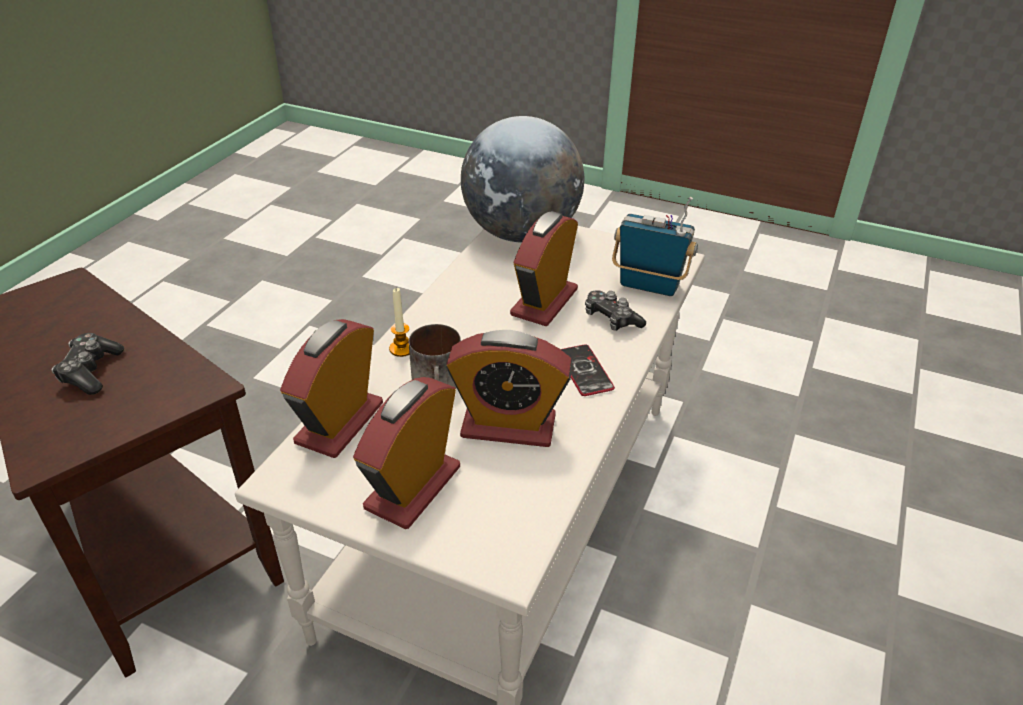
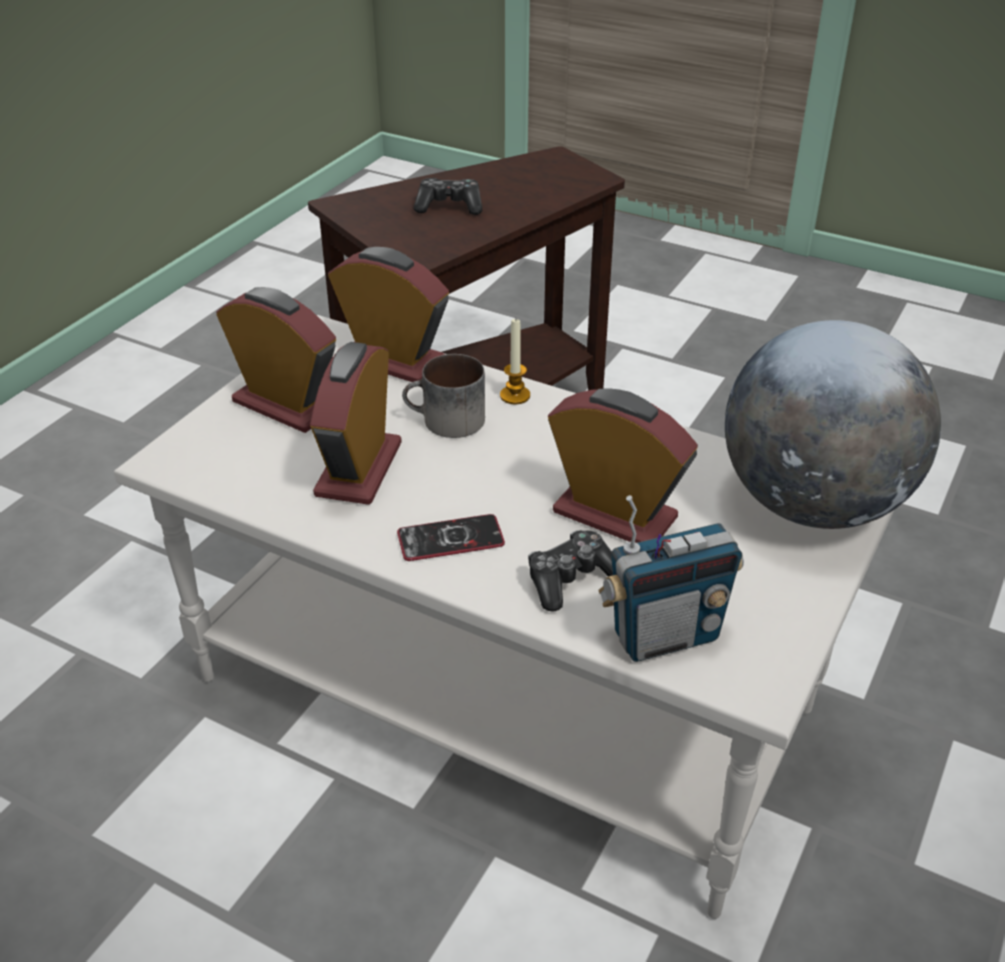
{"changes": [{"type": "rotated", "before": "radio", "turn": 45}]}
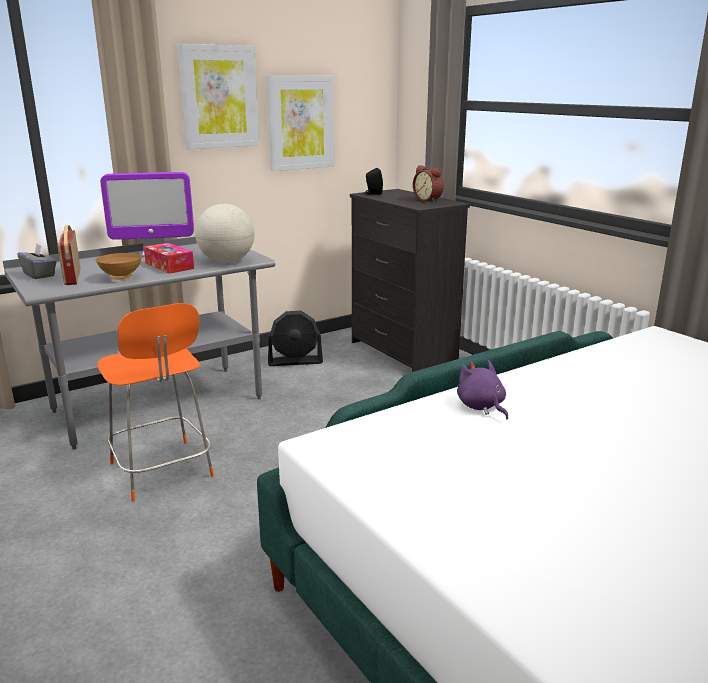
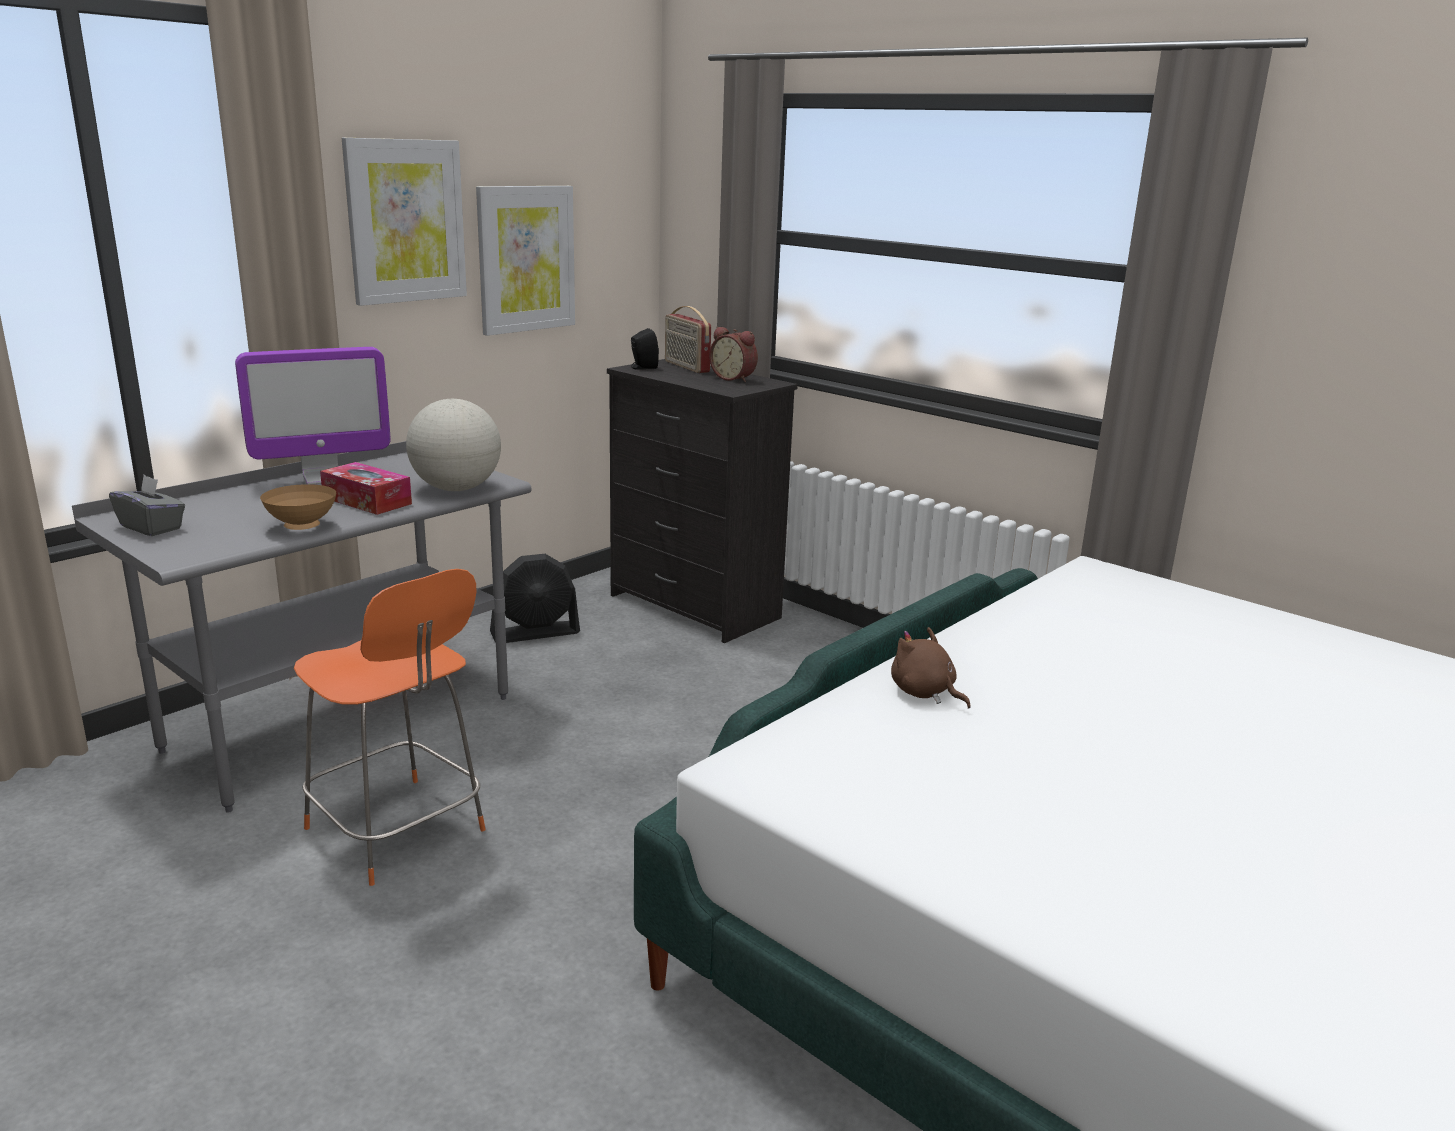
{"changes": [{"type": "shifted", "before": "radio"}, {"type": "repainted", "before": "peluche/morado", "after": "peluche/marrón"}]}
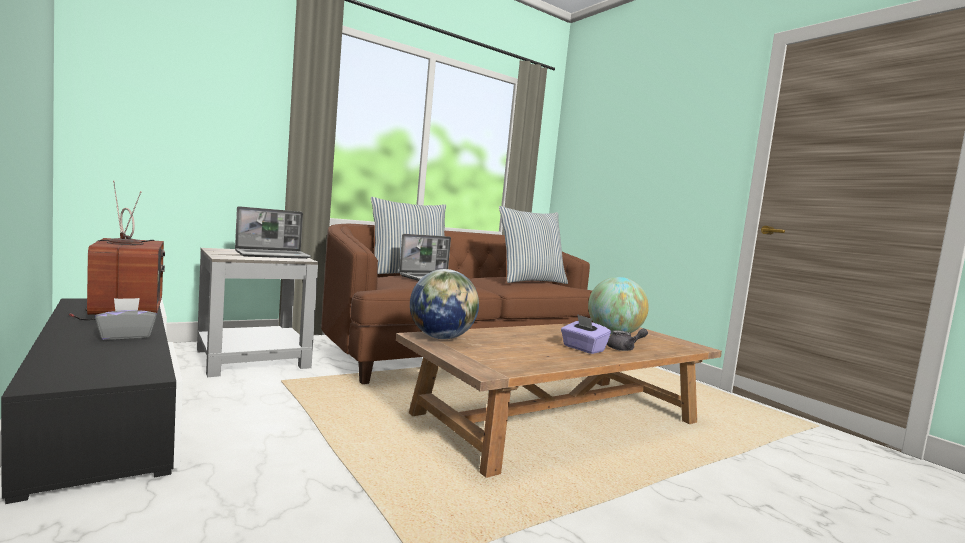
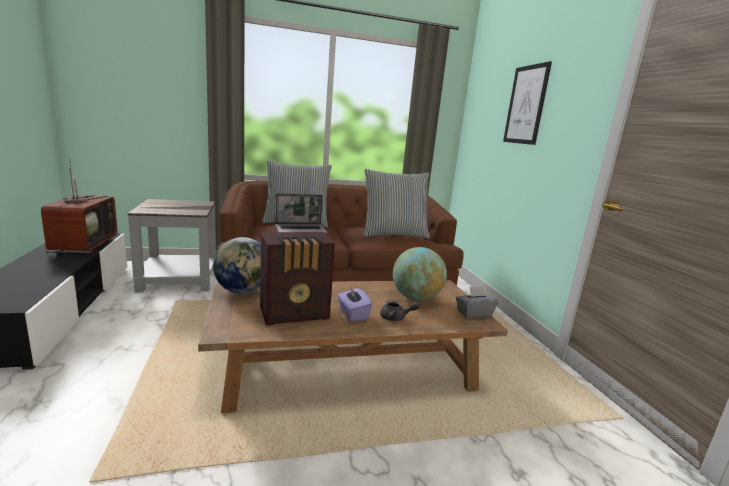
{"changes": [{"type": "new", "after": "radio"}, {"type": "shifted", "before": "caja de pañuelos/gris"}, {"type": "new", "after": "cuadro"}, {"type": "gone", "before": "portátil (no. 1 from left)"}]}
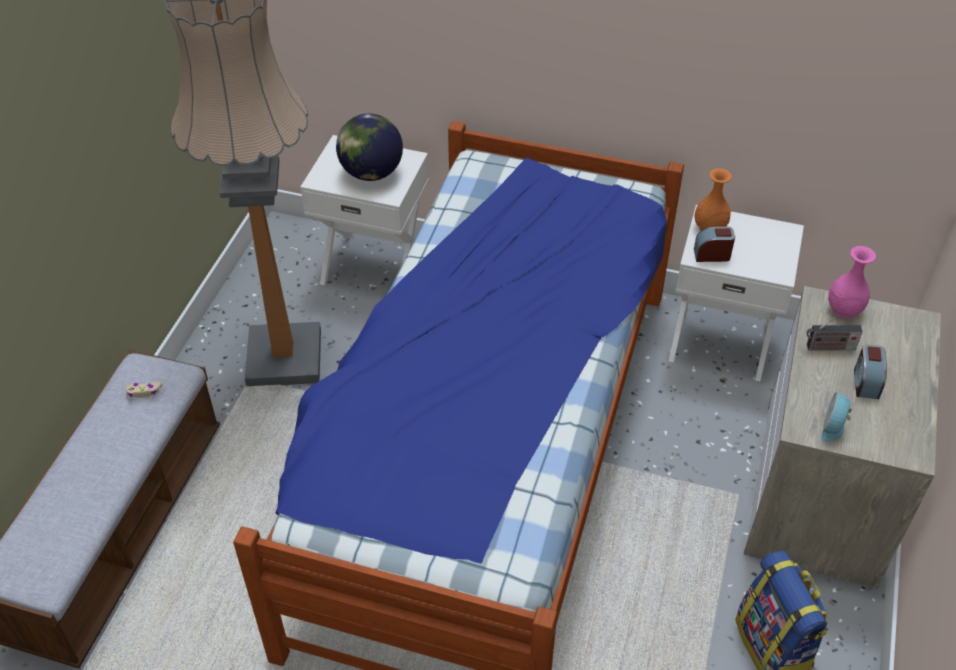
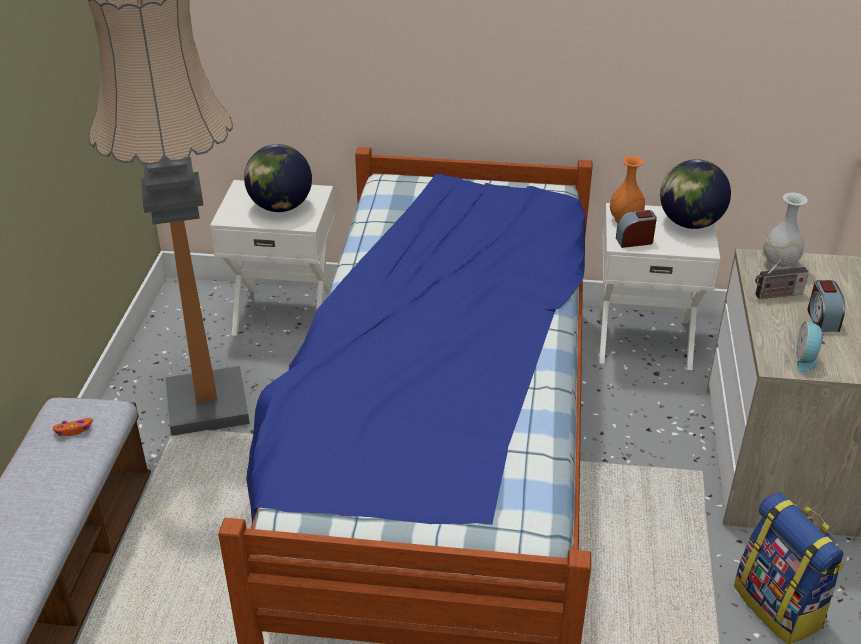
{"changes": [{"type": "repainted", "before": "mando de consola/beis", "after": "mando de consola/naranja"}, {"type": "new", "after": "globo terráqueo (no. 2 from left)"}, {"type": "repainted", "before": "florero/rosa", "after": "florero/blanco"}]}
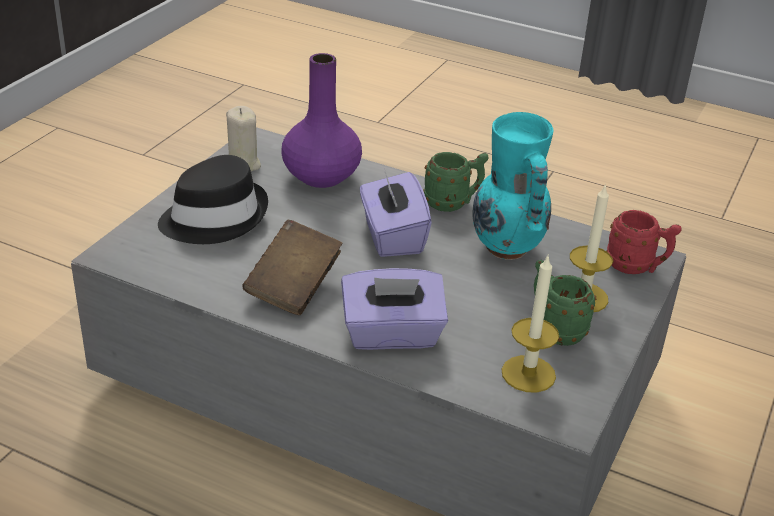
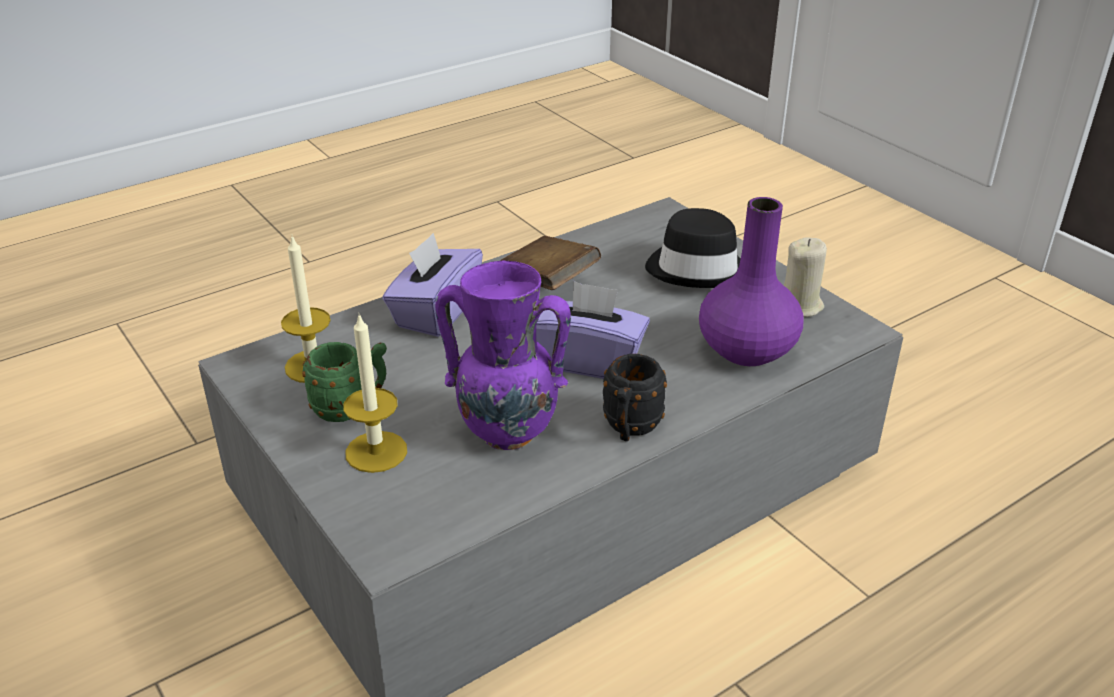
{"changes": [{"type": "repainted", "before": "florero/turquesa", "after": "florero/morado (no. 1 from left)"}, {"type": "repainted", "before": "taza grande/verde (no. 1 from left)", "after": "taza grande/negro"}, {"type": "gone", "before": "taza grande/rojo"}]}
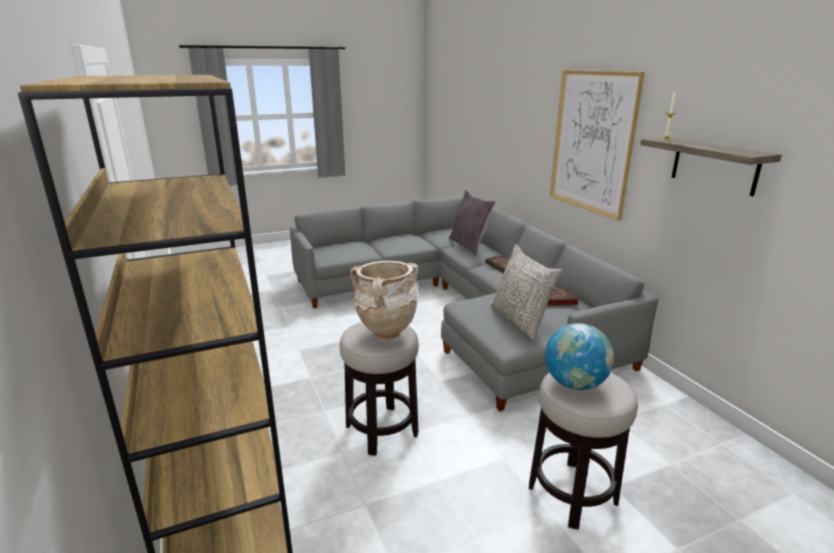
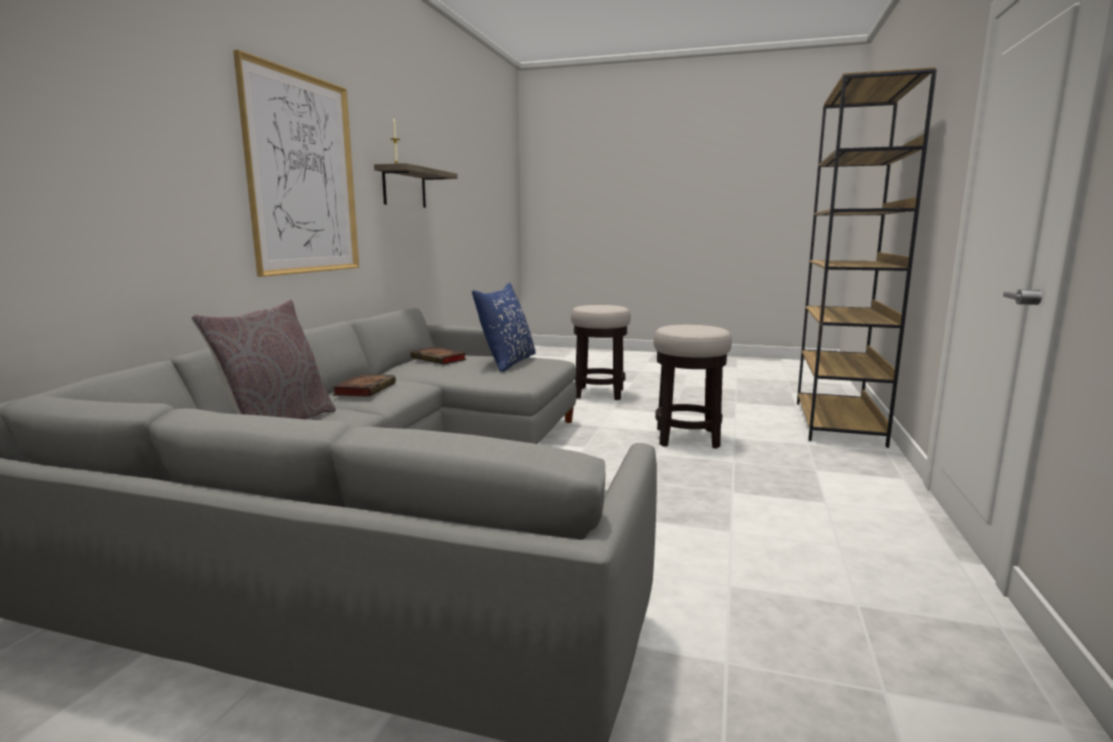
{"changes": [{"type": "repainted", "before": "cojín/gris (no. 2 from left)", "after": "cojín/azul"}, {"type": "gone", "before": "florero/beis"}, {"type": "gone", "before": "globo terráqueo"}]}
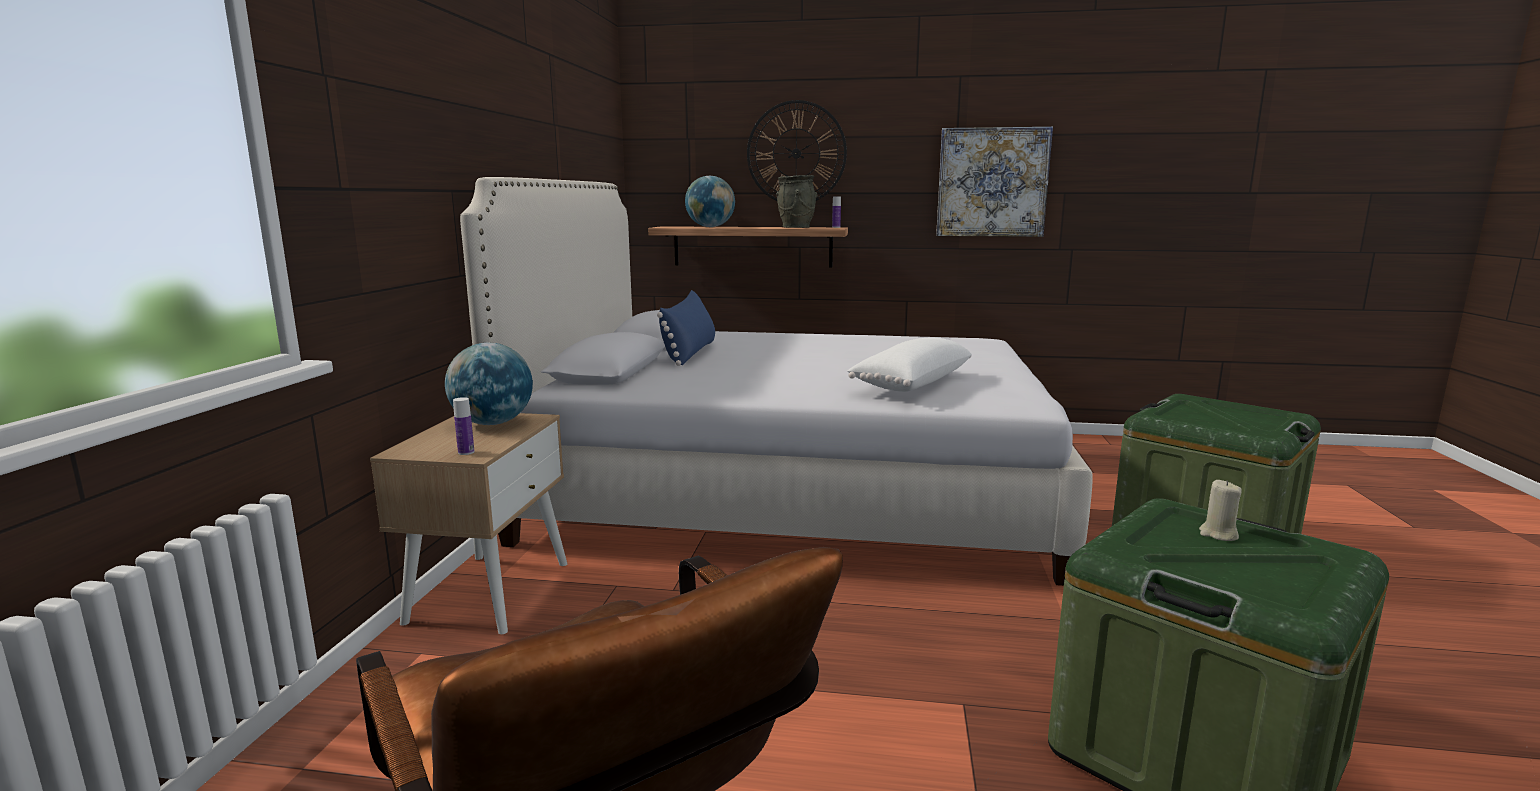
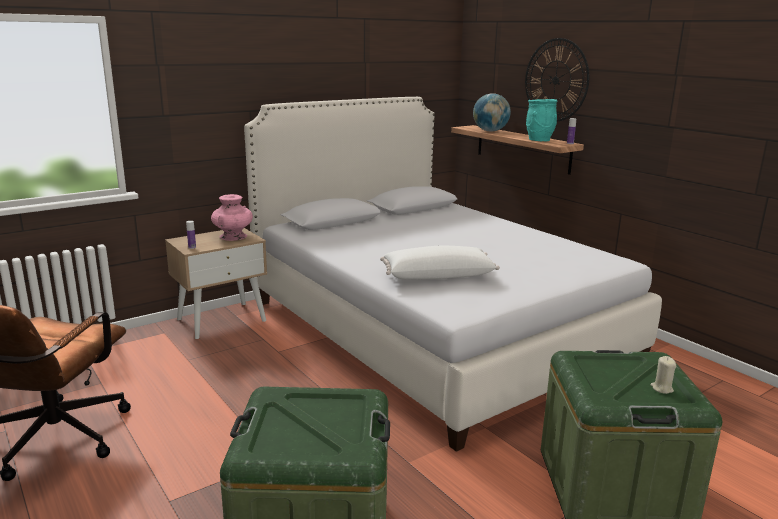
{"changes": [{"type": "swapped", "before": "globo terráqueo (no. 1 from left)", "after": "florero/rosa"}, {"type": "repainted", "before": "florero/gris", "after": "florero/turquesa"}, {"type": "shifted", "before": "vela/beis"}, {"type": "gone", "before": "cojín/azul"}, {"type": "gone", "before": "cuadro"}]}
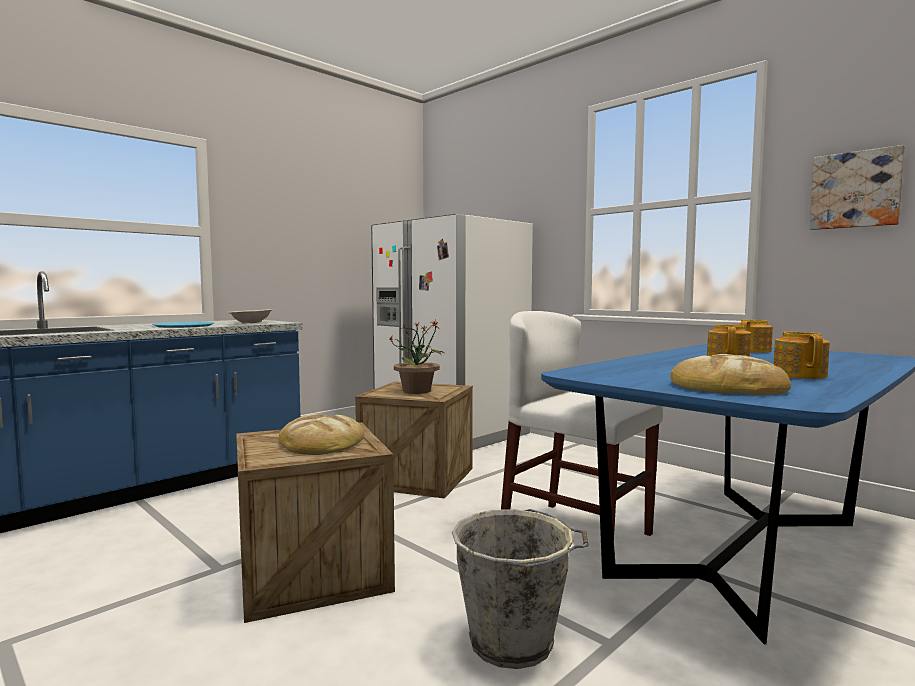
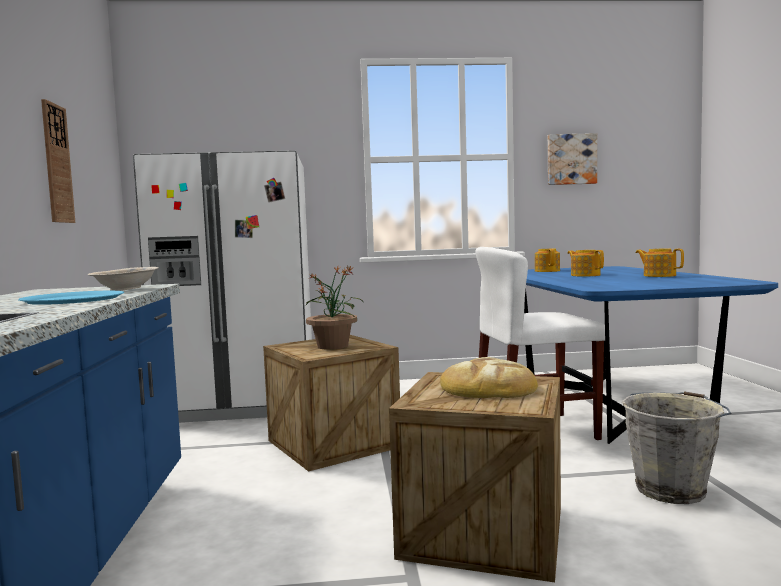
{"changes": [{"type": "new", "after": "reloj de pared"}, {"type": "gone", "before": "pan (no. 2 from left)"}]}
